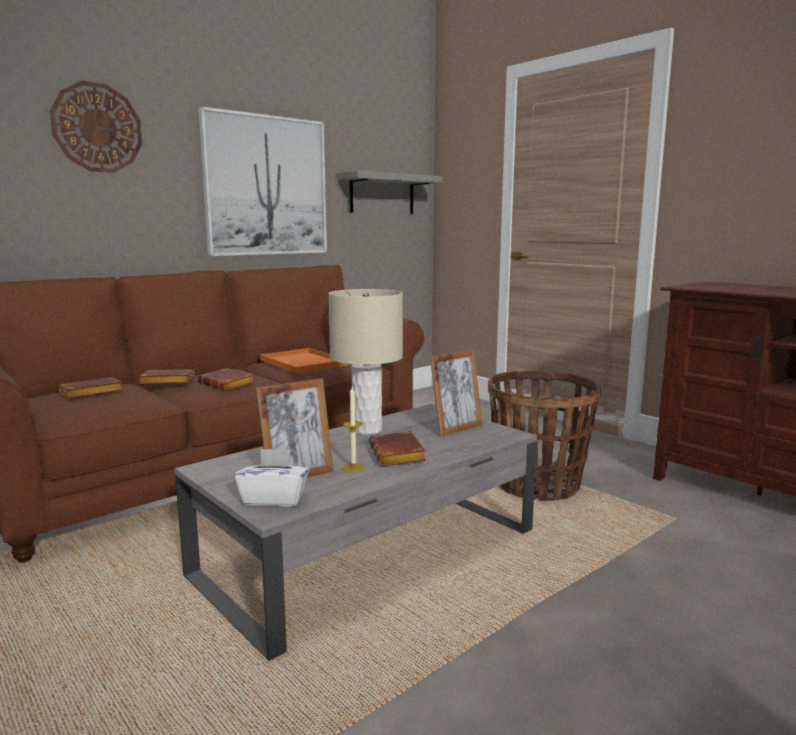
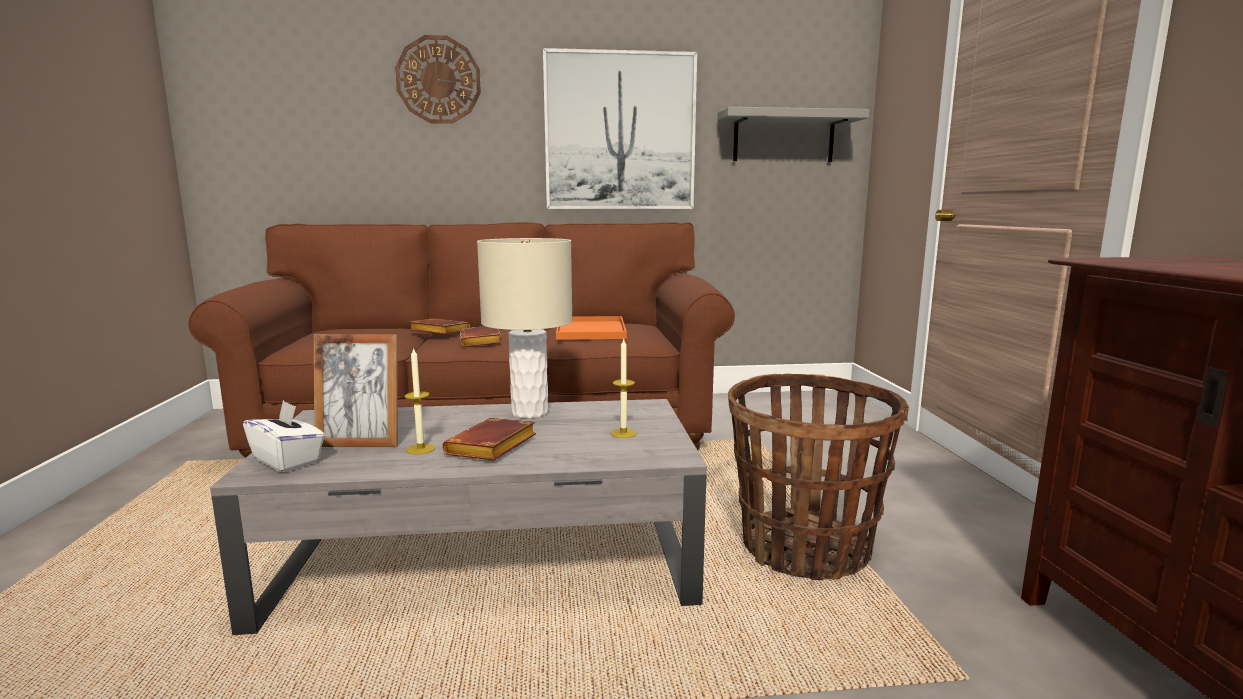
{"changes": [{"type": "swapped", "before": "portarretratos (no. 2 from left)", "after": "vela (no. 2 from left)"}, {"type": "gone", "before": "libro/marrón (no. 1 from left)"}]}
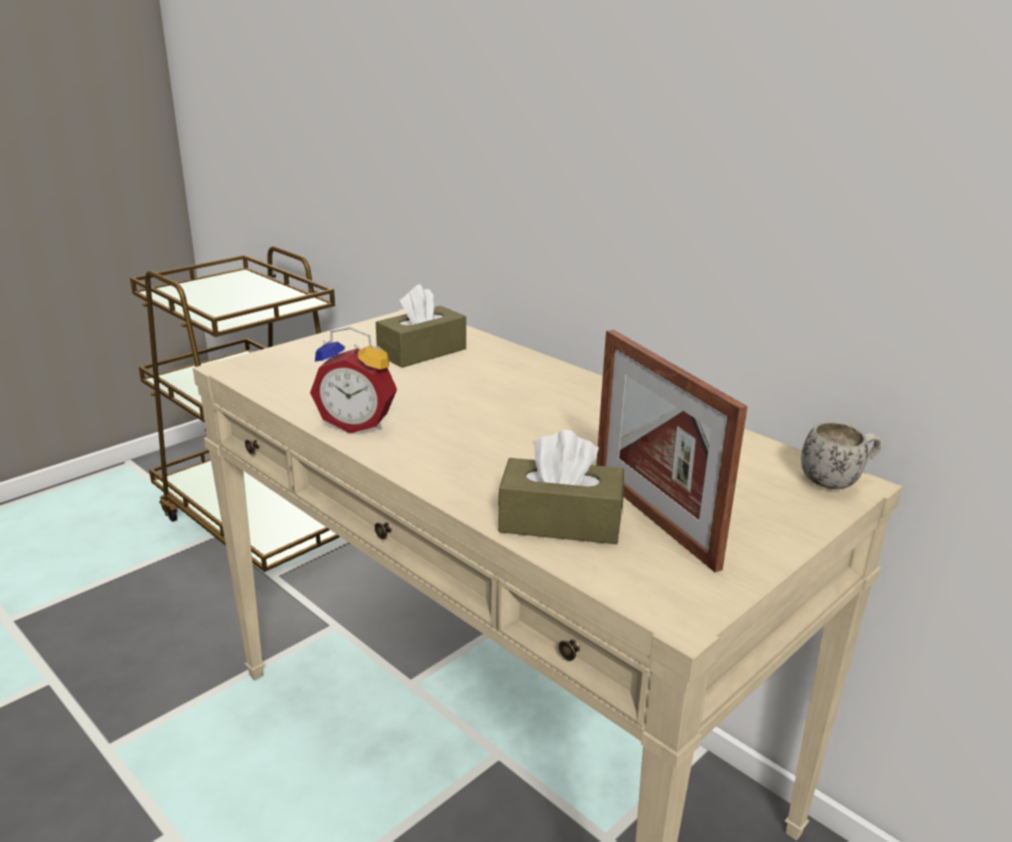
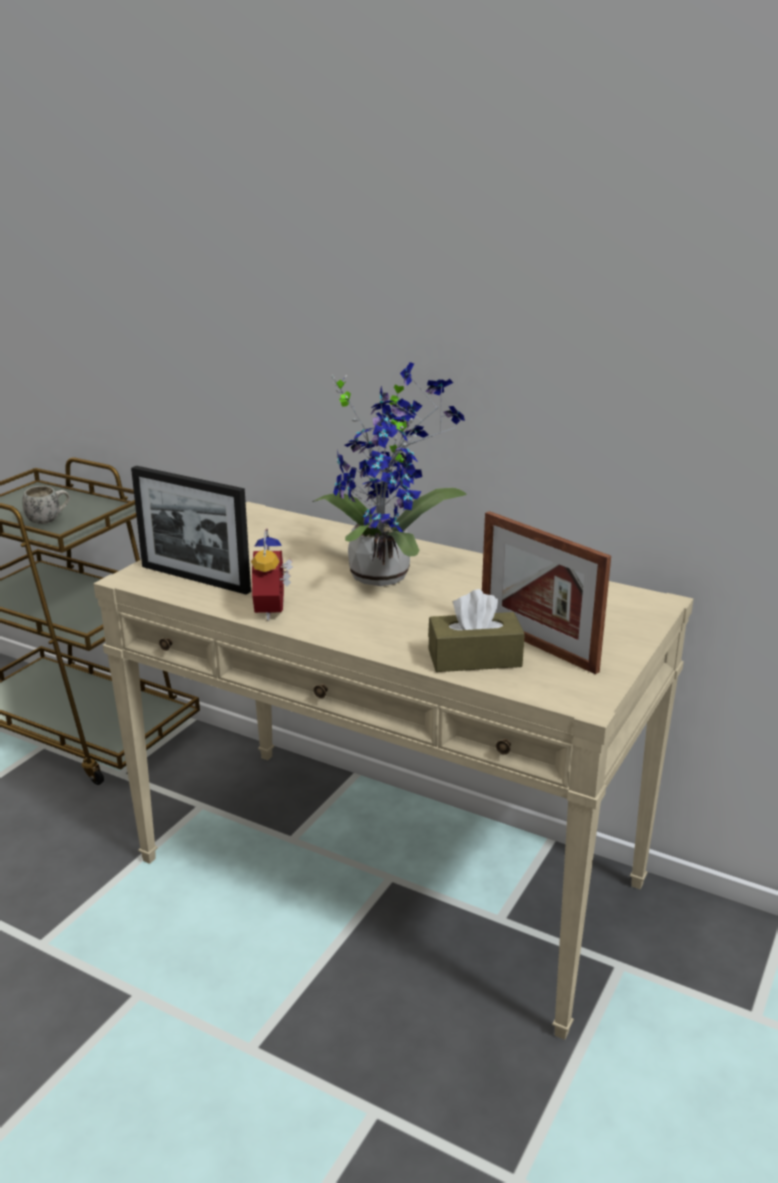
{"changes": [{"type": "shifted", "before": "taza grande/blanco"}, {"type": "new", "after": "portarretratos (no. 1 from left)"}, {"type": "rotated", "before": "despertador", "turn": 90}, {"type": "new", "after": "planta en maceta"}, {"type": "gone", "before": "caja de pañuelos/marrón (no. 1 from left)"}]}
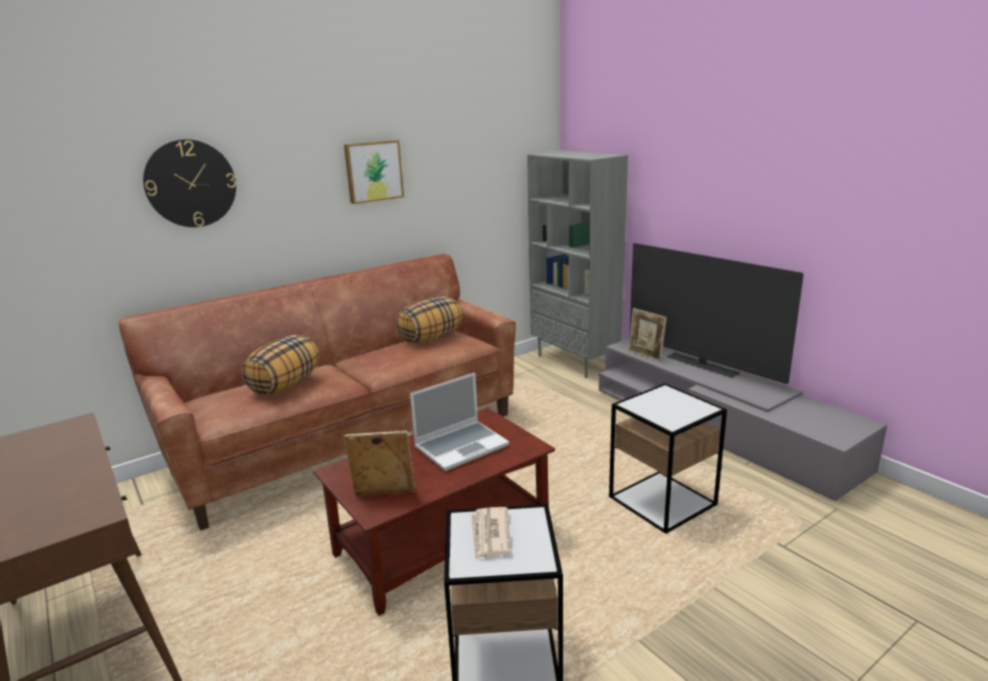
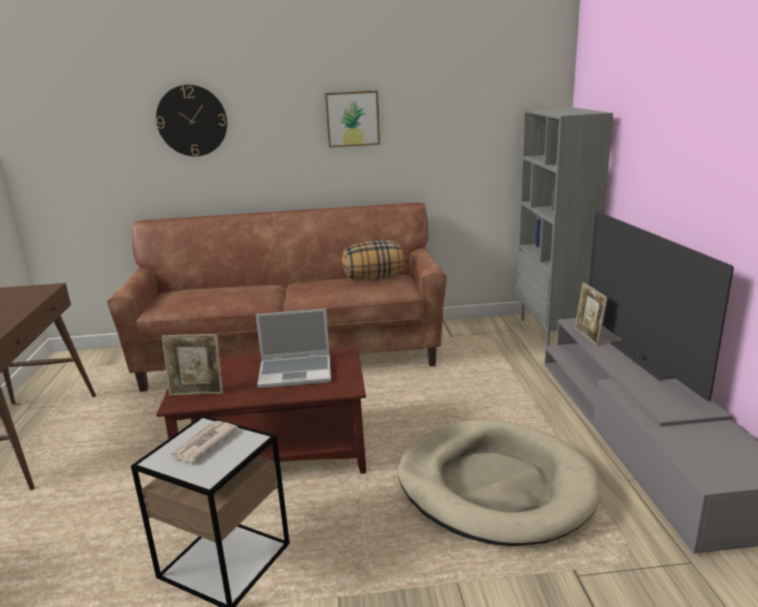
{"changes": [{"type": "rotated", "before": "portarretratos (no. 1 from left)", "turn": 150}, {"type": "swapped", "before": "mesa auxiliar (no. 2 from left)", "after": "cama para perro/beis"}, {"type": "gone", "before": "cojín (no. 1 from left)"}]}
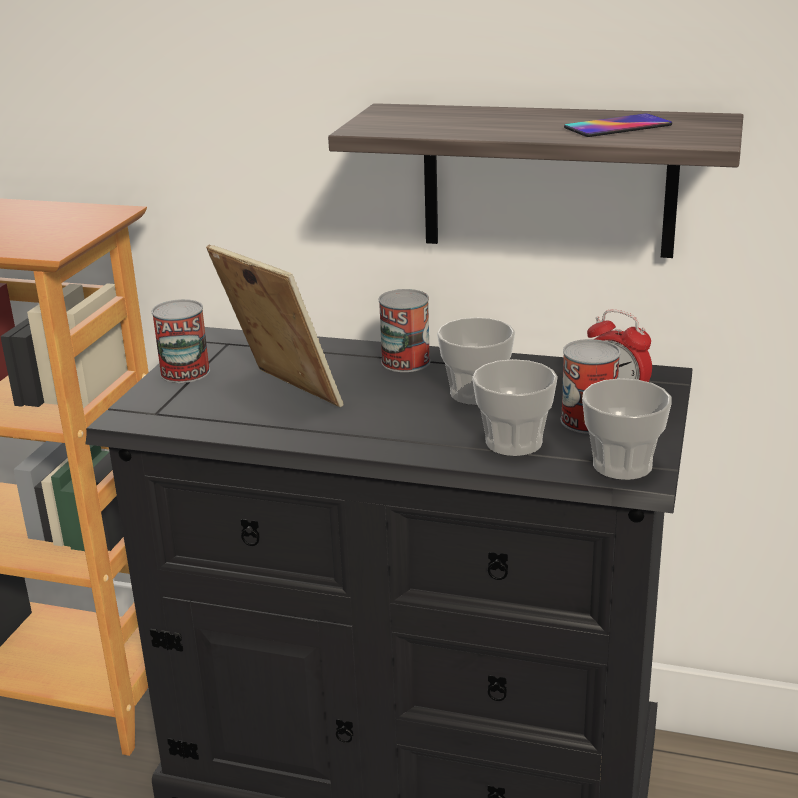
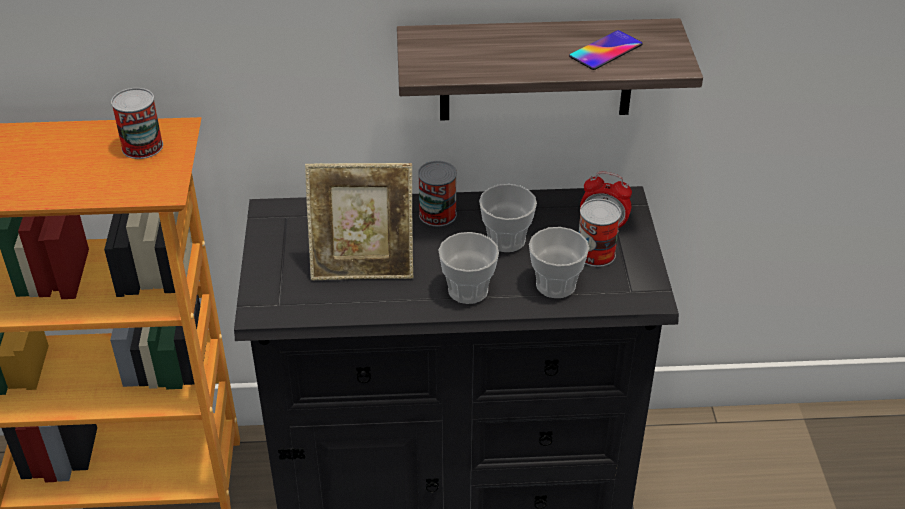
{"changes": [{"type": "shifted", "before": "lata (no. 1 from left)"}, {"type": "rotated", "before": "portarretratos", "turn": 150}, {"type": "shifted", "before": "taza (no. 3 from left in the first image)", "after": "taza (no. 1 from left)"}]}
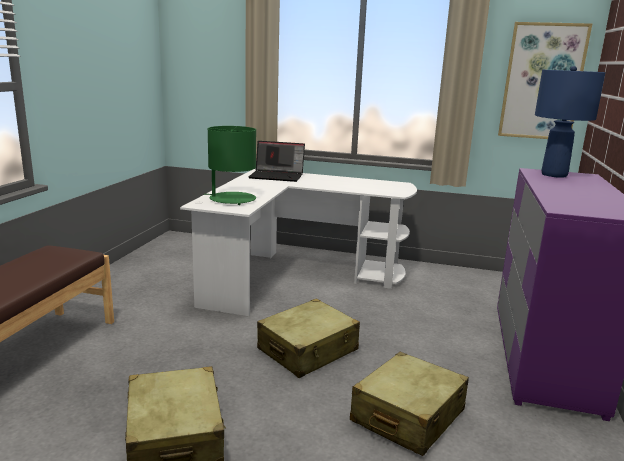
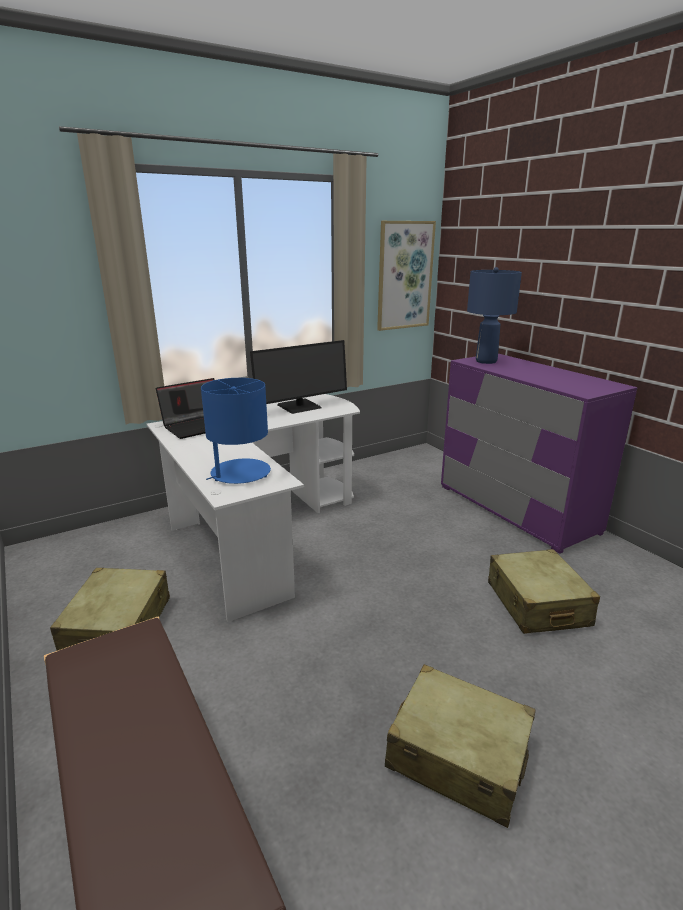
{"changes": [{"type": "shifted", "before": "maleta/beis (no. 2 from left in the first image)", "after": "maleta/beis (no. 1 from left)"}, {"type": "repainted", "before": "lámpara de mesa/verde", "after": "lámpara de mesa/azul (no. 1 from left)"}, {"type": "new", "after": "monitor"}]}
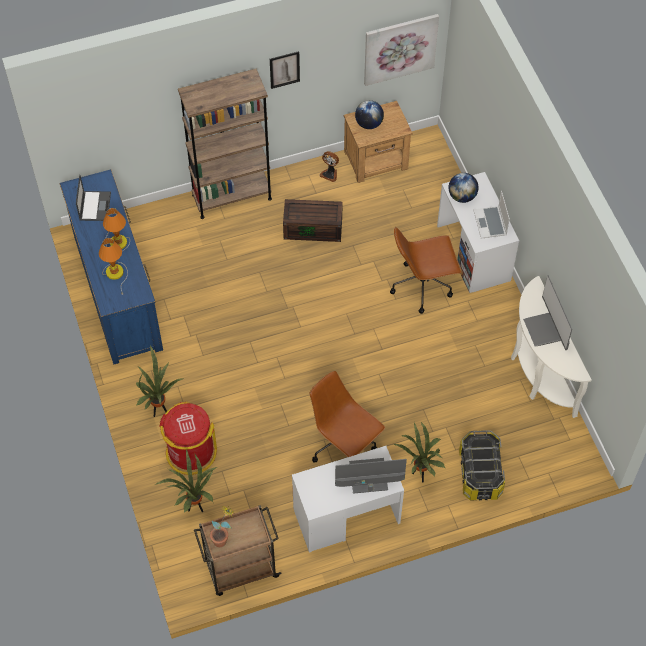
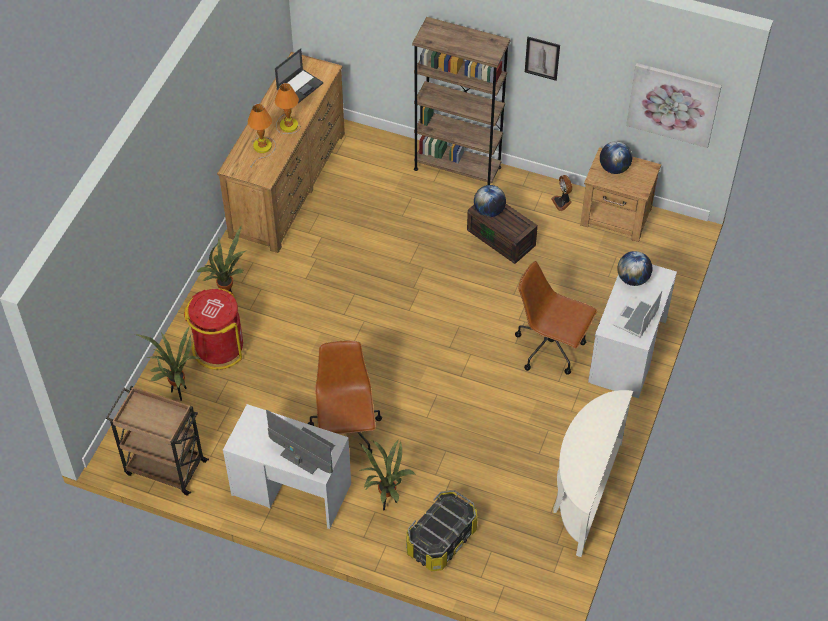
{"changes": [{"type": "repainted", "before": "cómoda/azul", "after": "cómoda/marrón"}, {"type": "new", "after": "globo terráqueo (no. 1 from left)"}, {"type": "gone", "before": "planta en maceta (no. 3 from left)"}, {"type": "gone", "before": "monitor (no. 2 from left)"}]}
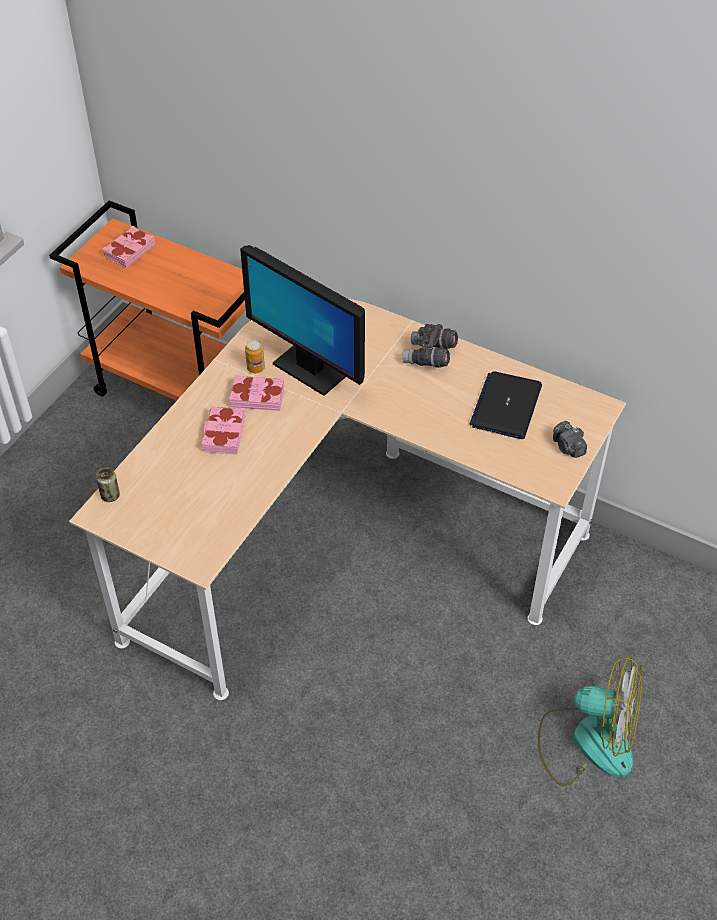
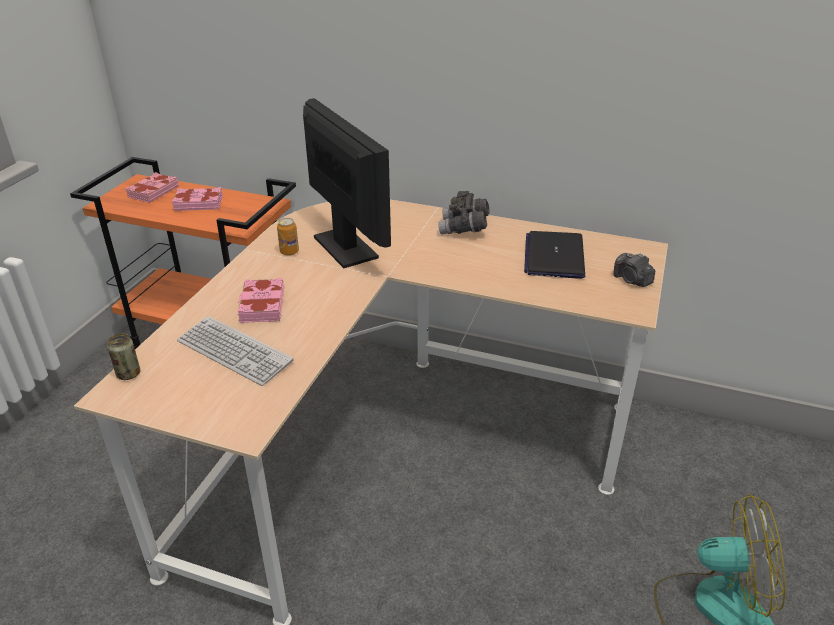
{"changes": [{"type": "shifted", "before": "libro/rosa (no. 3 from left in the first image)", "after": "libro/rosa (no. 2 from left)"}, {"type": "new", "after": "teclado"}, {"type": "rotated", "before": "monitor", "turn": -150}]}
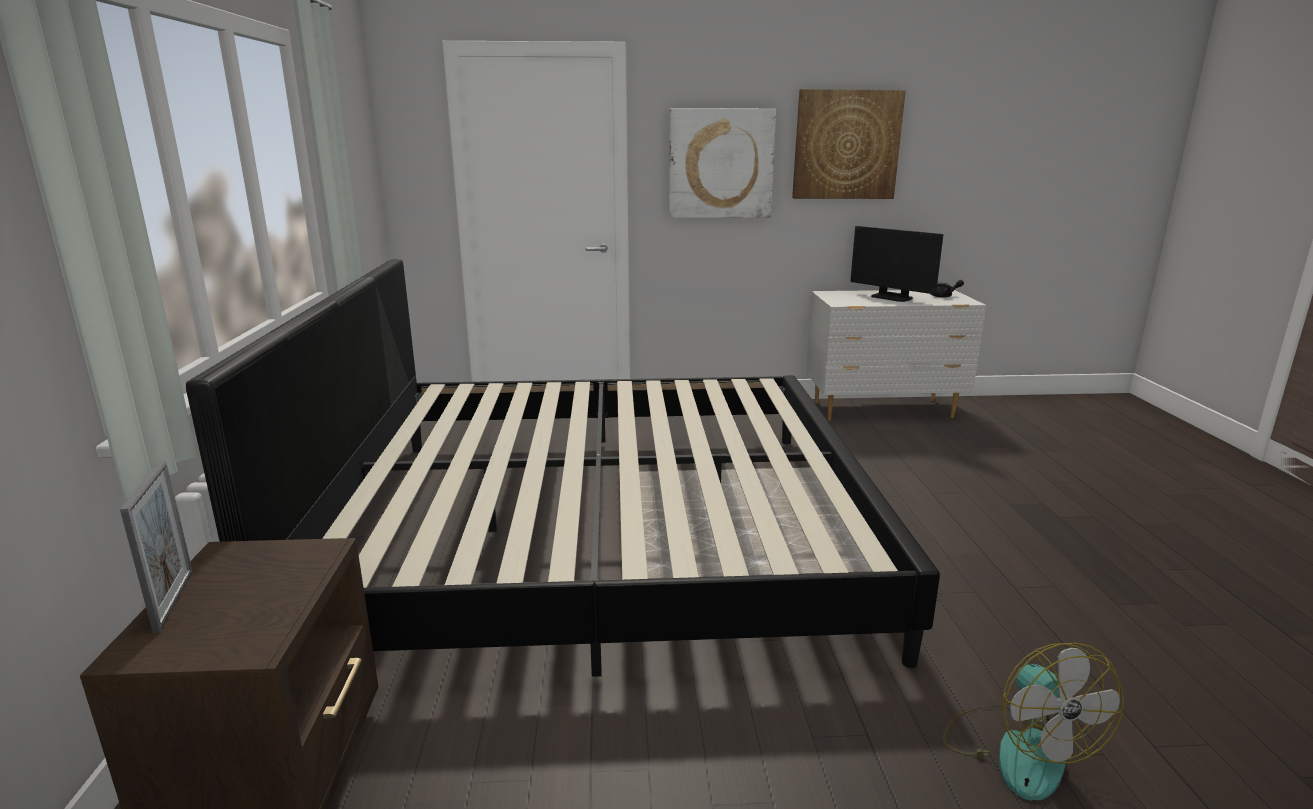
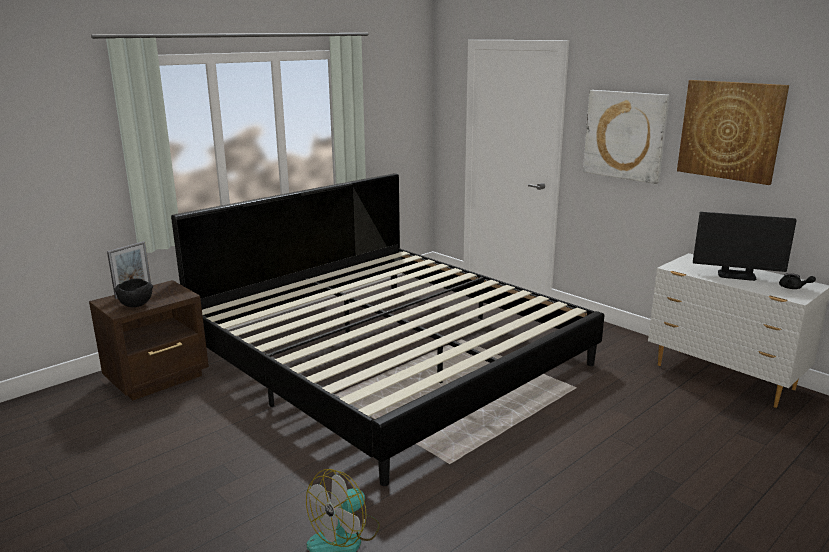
{"changes": [{"type": "new", "after": "cuenco/negro"}, {"type": "rotated", "before": "monitor", "turn": -75}]}
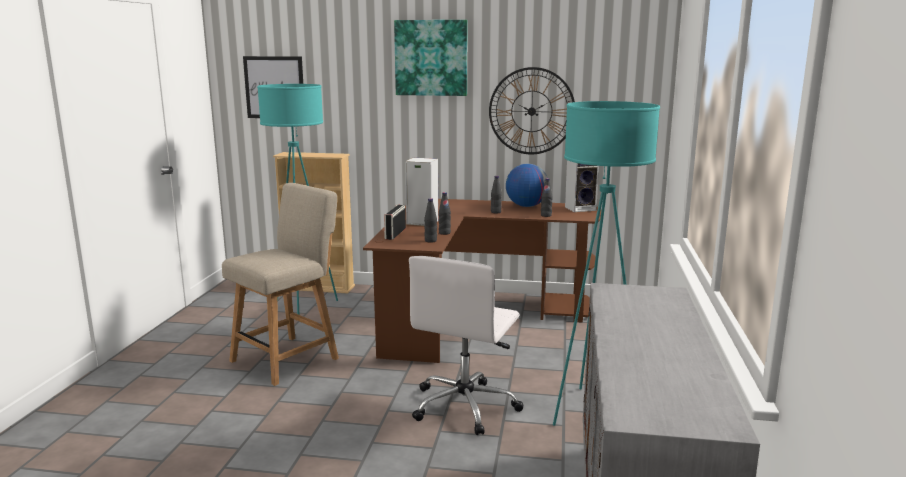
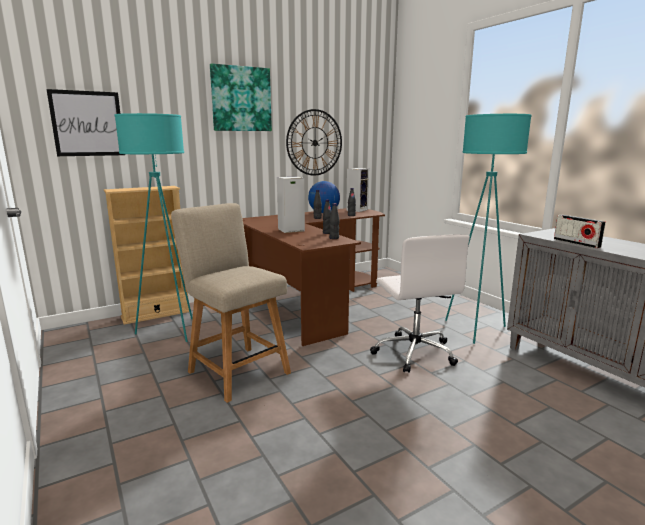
{"changes": [{"type": "rotated", "before": "silla/beis", "turn": -45}, {"type": "shifted", "before": "radio"}]}
